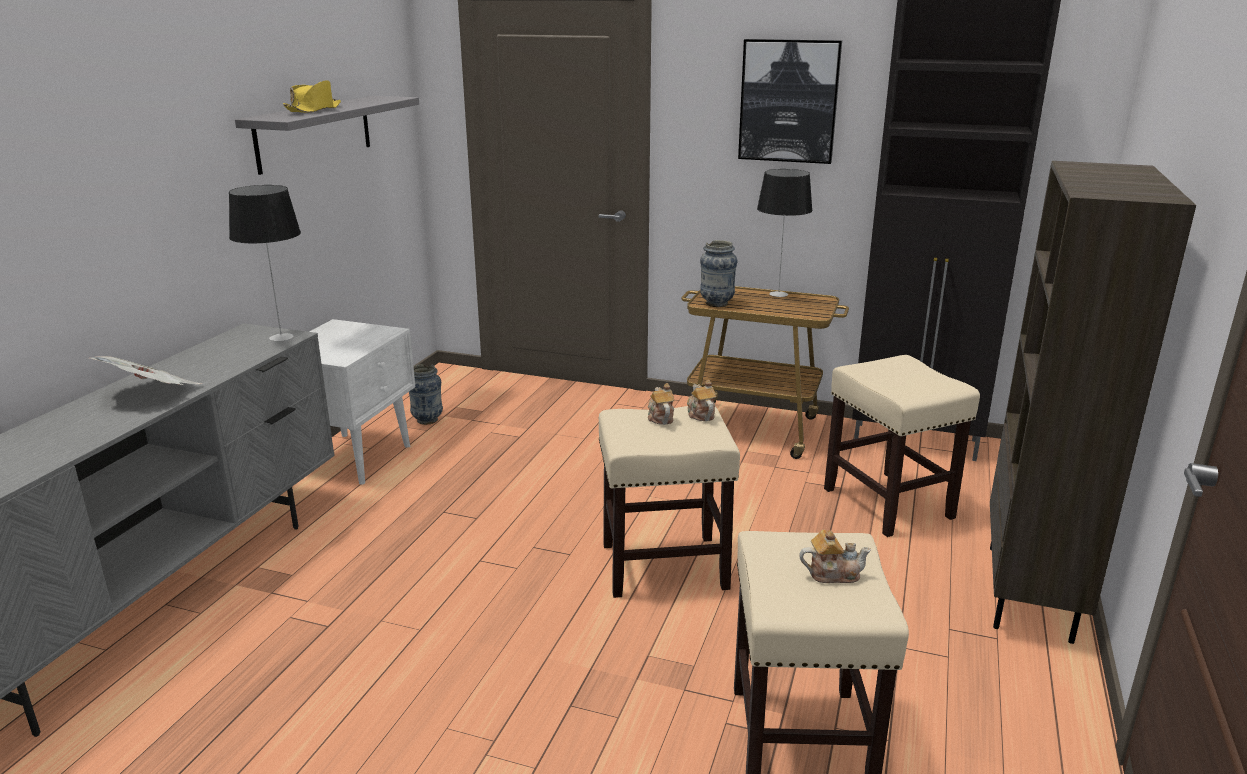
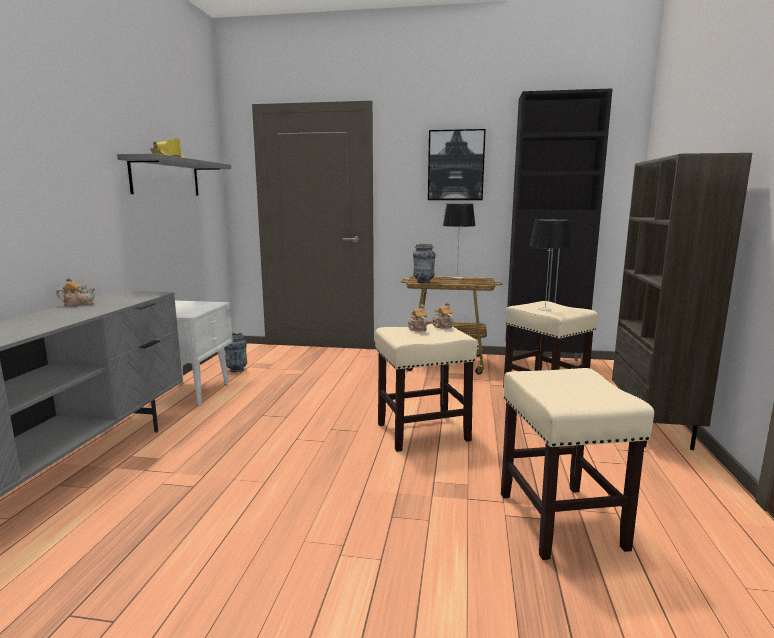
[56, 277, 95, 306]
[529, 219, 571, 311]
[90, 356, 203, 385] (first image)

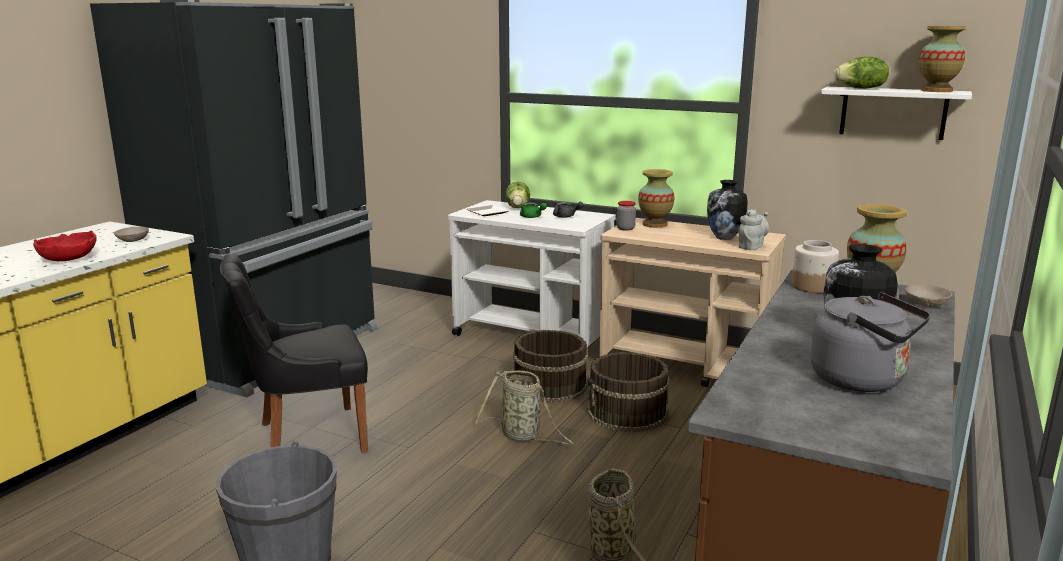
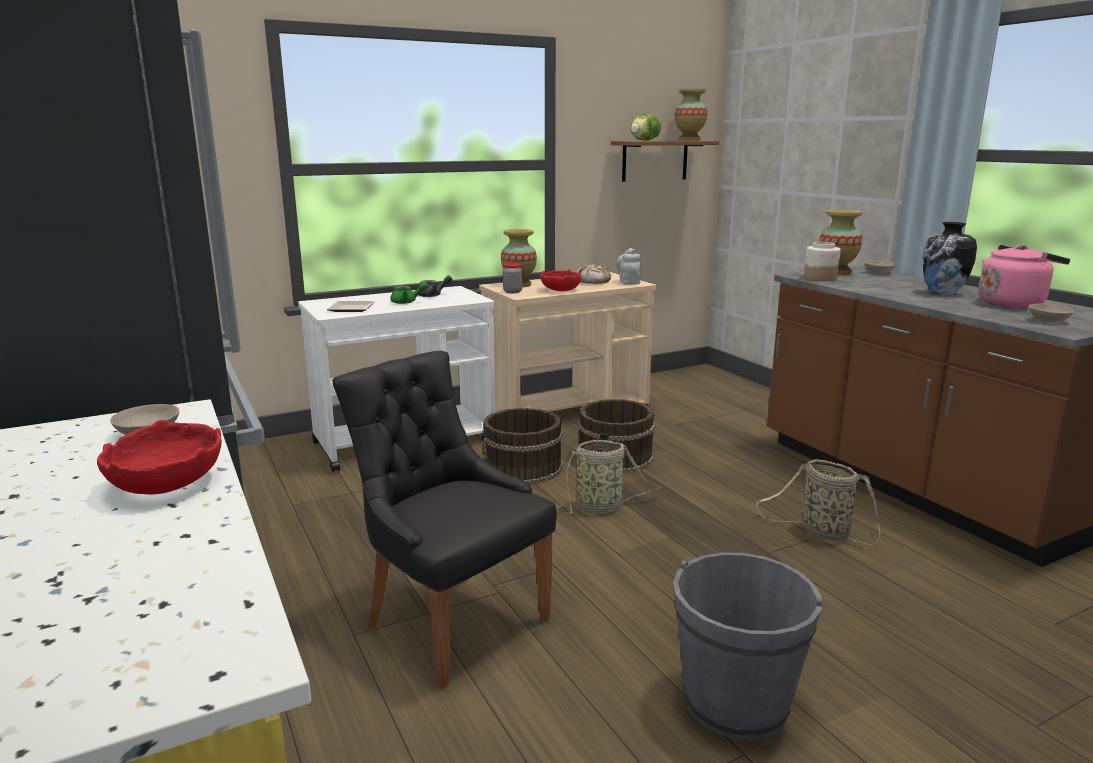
[332, 350, 557, 689]
[540, 269, 582, 291]
[576, 264, 611, 284]
[611, 141, 719, 181]
[978, 245, 1070, 308]
[1029, 303, 1074, 322]
[506, 182, 530, 208] (first image)

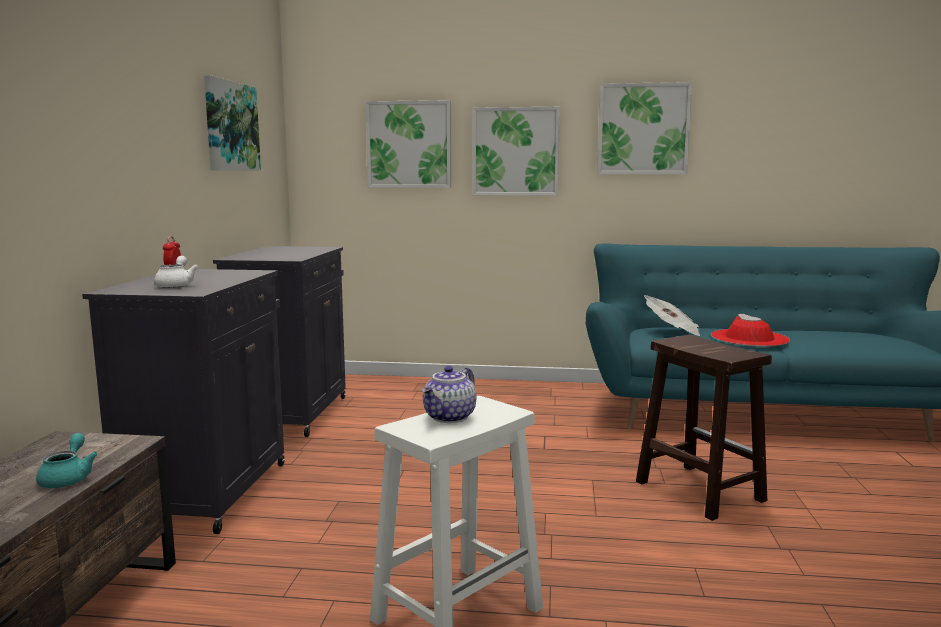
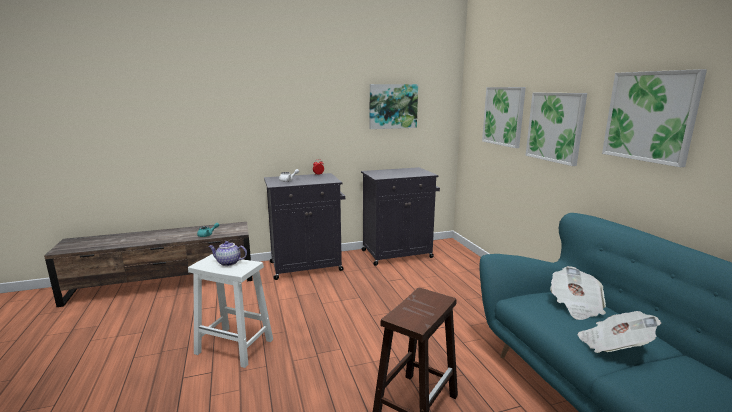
[578, 311, 661, 353]

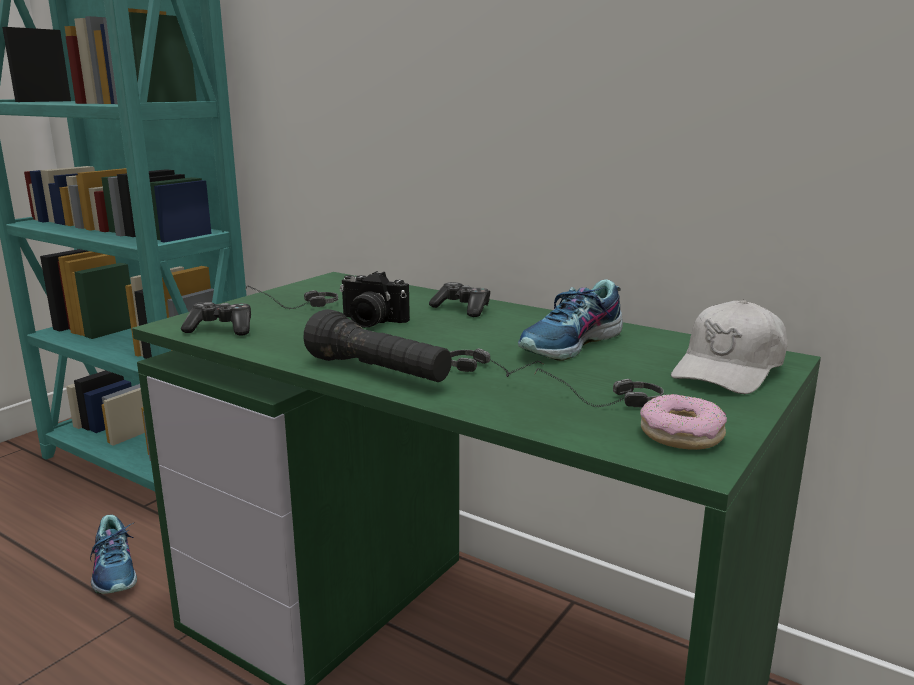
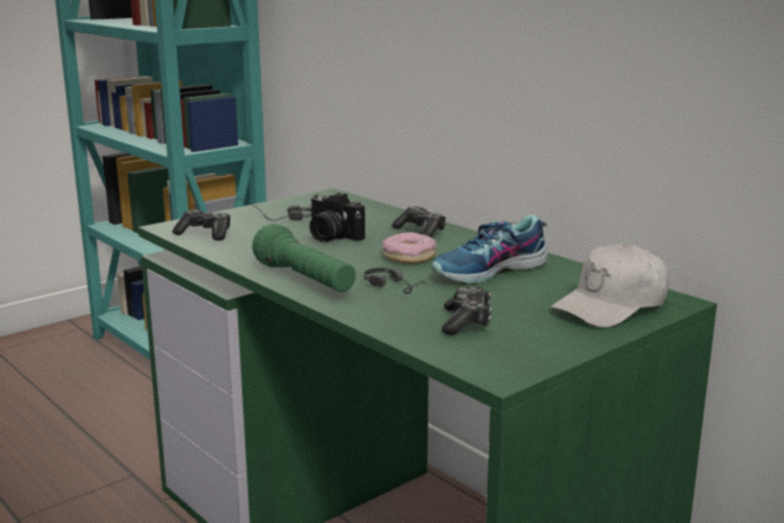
[252, 224, 356, 292]
[383, 232, 437, 264]
[442, 286, 492, 335]
[90, 515, 137, 594] (first image)

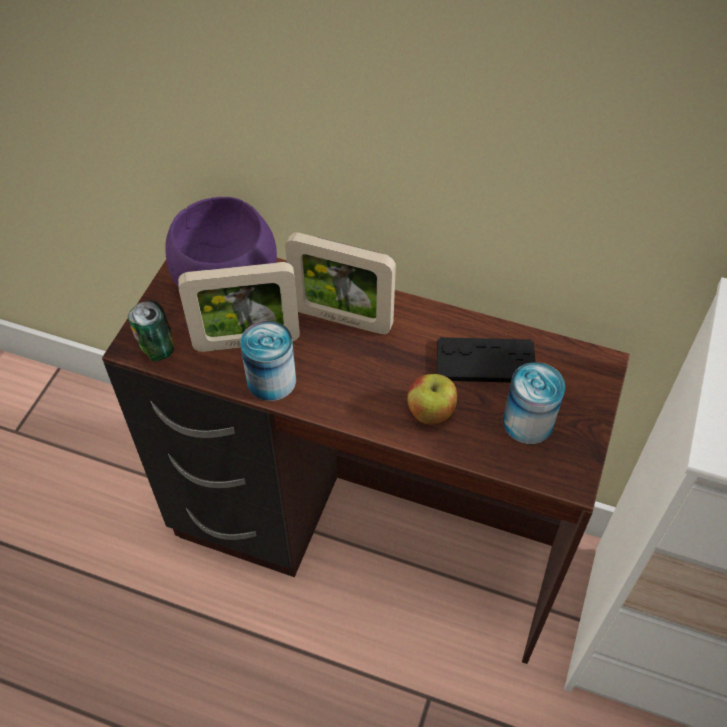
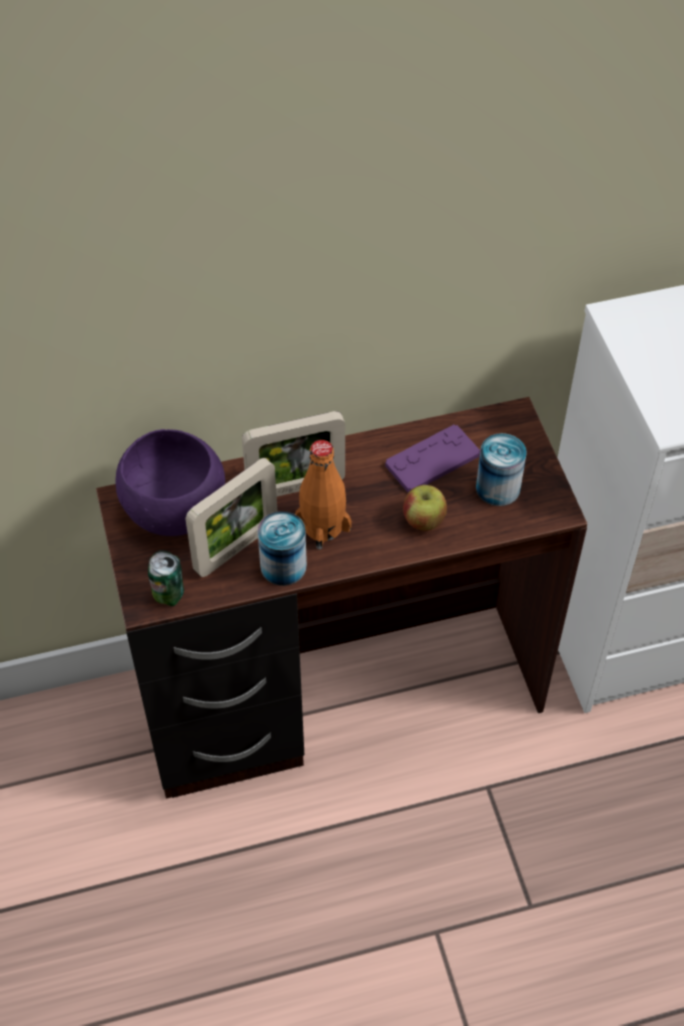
[295, 440, 352, 550]
[385, 425, 480, 492]

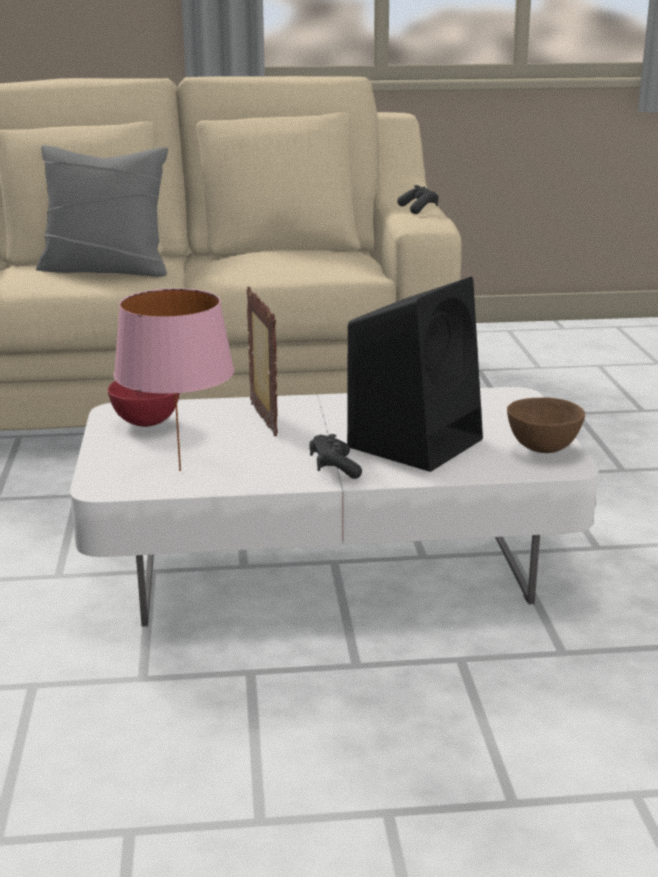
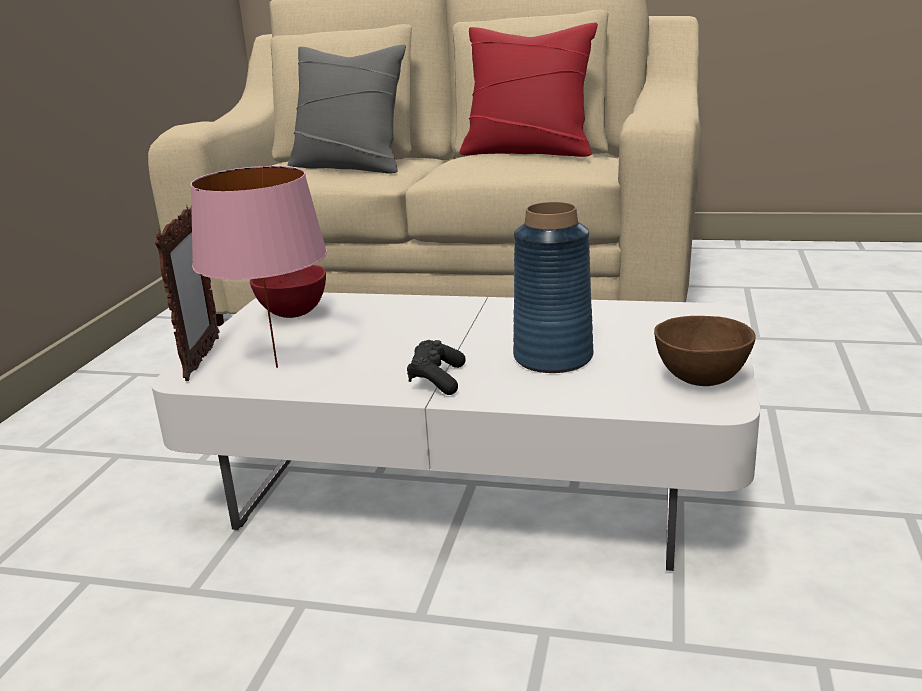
[155, 204, 220, 381]
[460, 23, 598, 157]
[513, 202, 593, 373]
[397, 185, 439, 214] (first image)

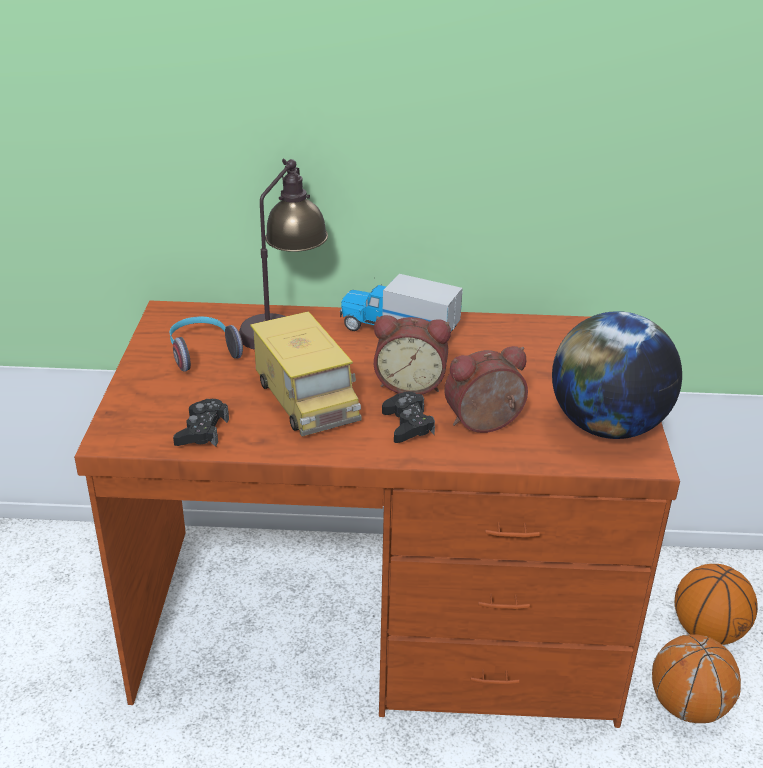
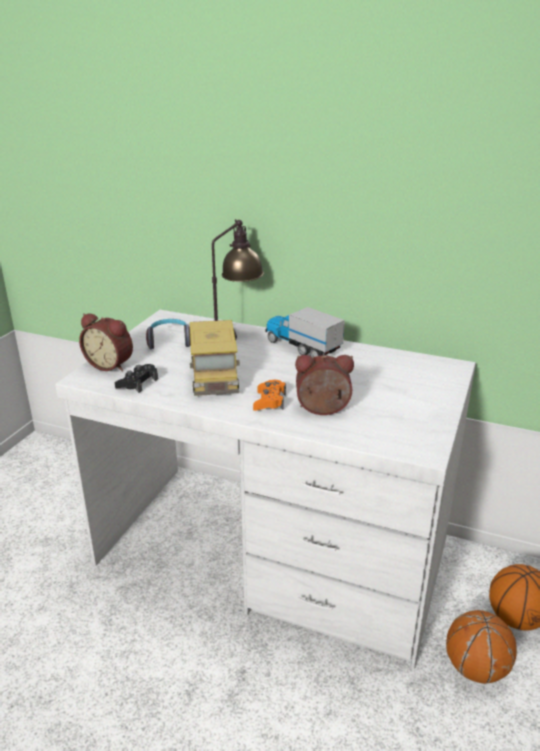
[56, 310, 476, 669]
[79, 313, 133, 372]
[253, 380, 286, 411]
[552, 311, 682, 439] (first image)

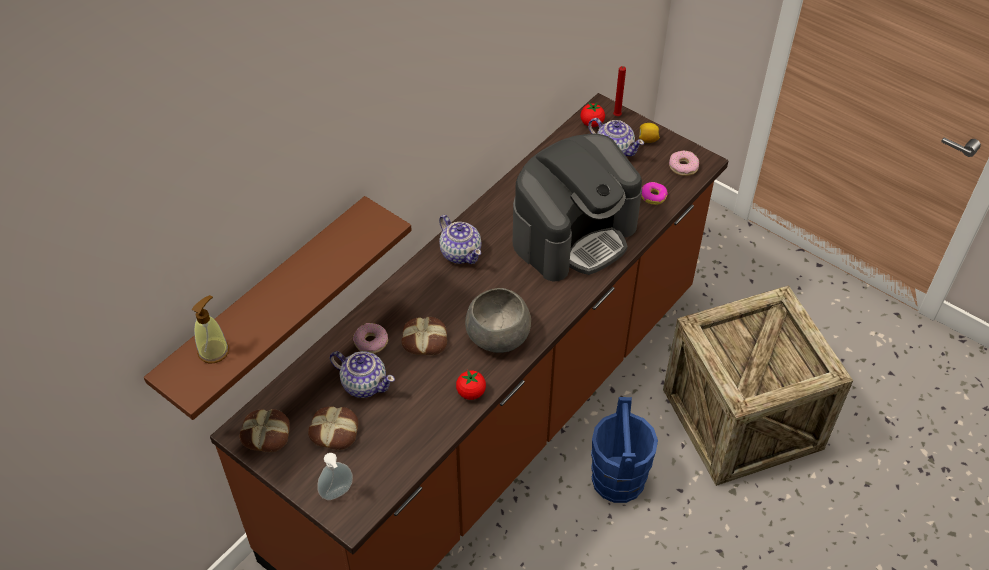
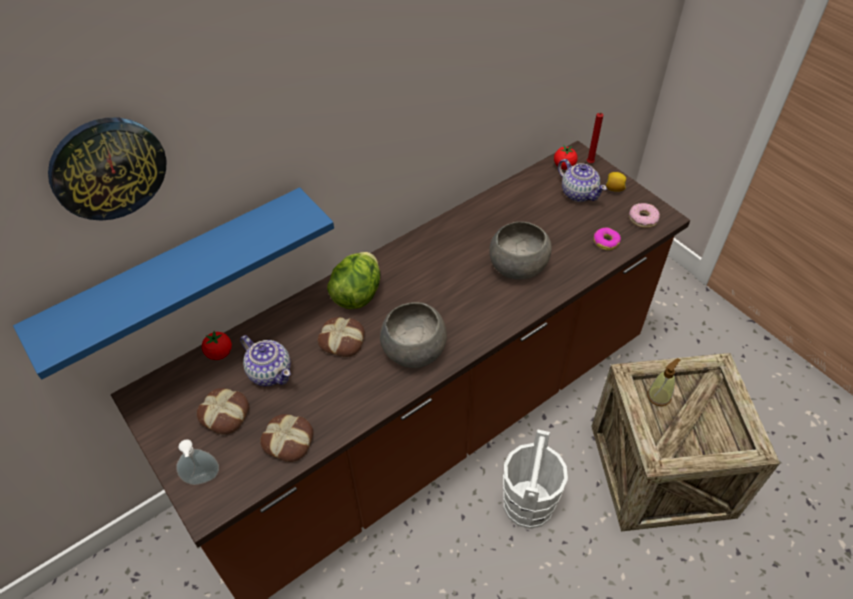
[13, 187, 334, 379]
[48, 118, 166, 221]
[202, 331, 232, 360]
[260, 414, 314, 462]
[327, 252, 380, 309]
[489, 222, 552, 279]
[503, 429, 568, 529]
[647, 358, 680, 406]
[353, 323, 388, 354] (first image)
[439, 215, 482, 264] (first image)

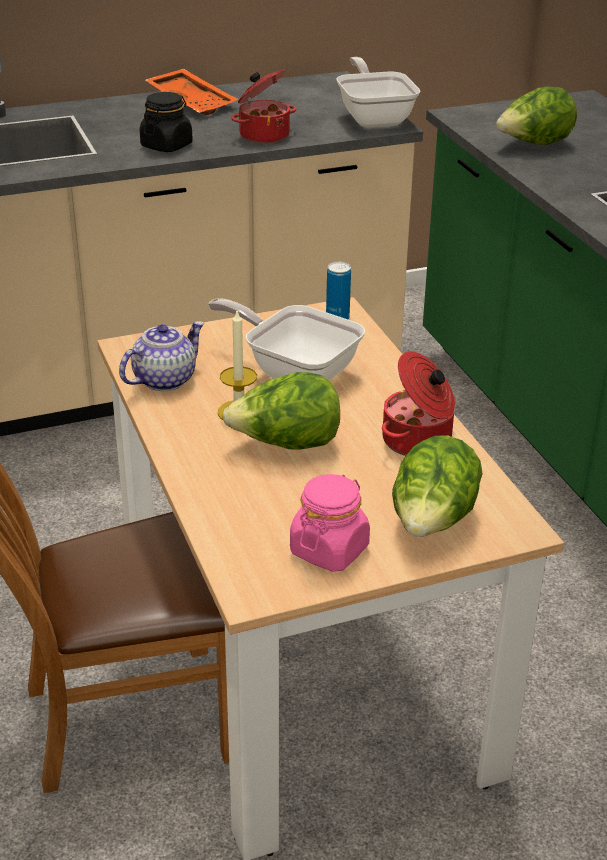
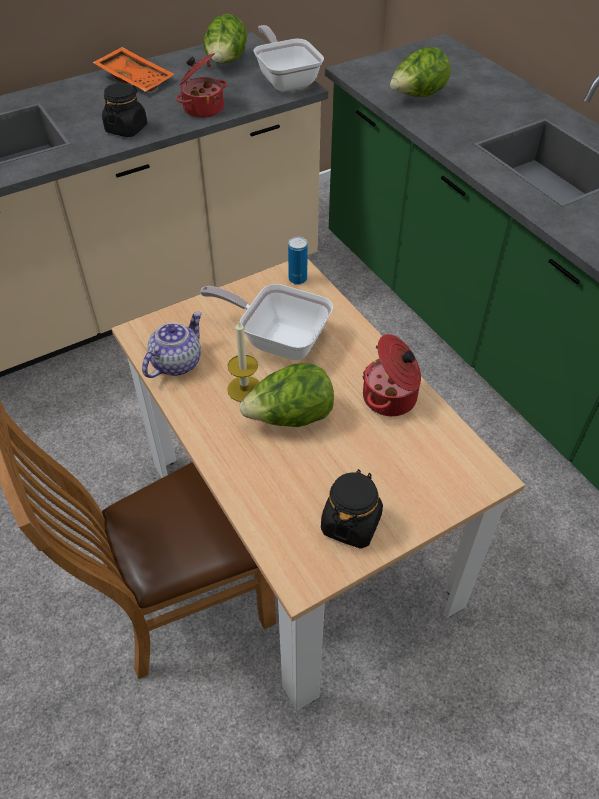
[203, 14, 247, 64]
[321, 469, 383, 549]

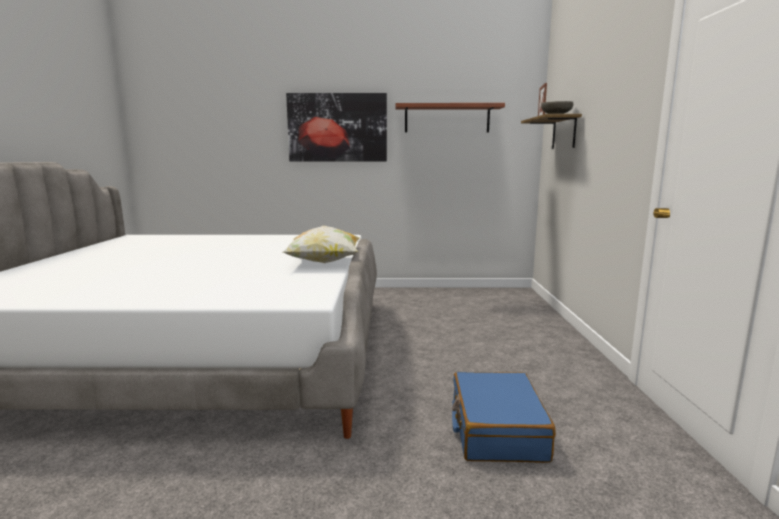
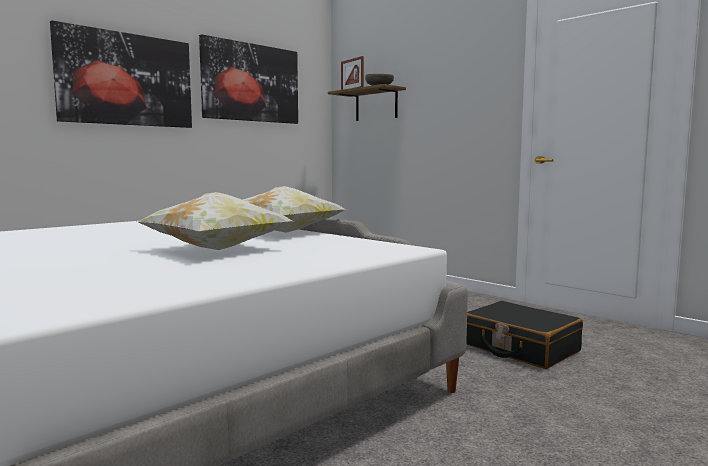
[137, 192, 293, 250]
[199, 34, 298, 124]
[466, 301, 583, 369]

